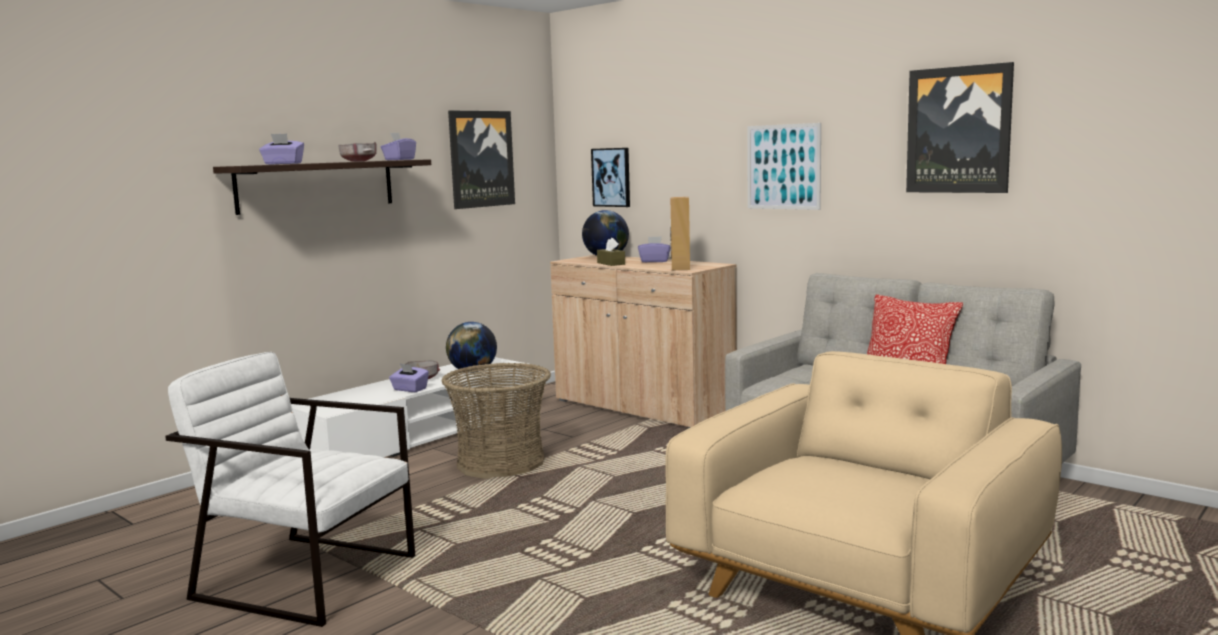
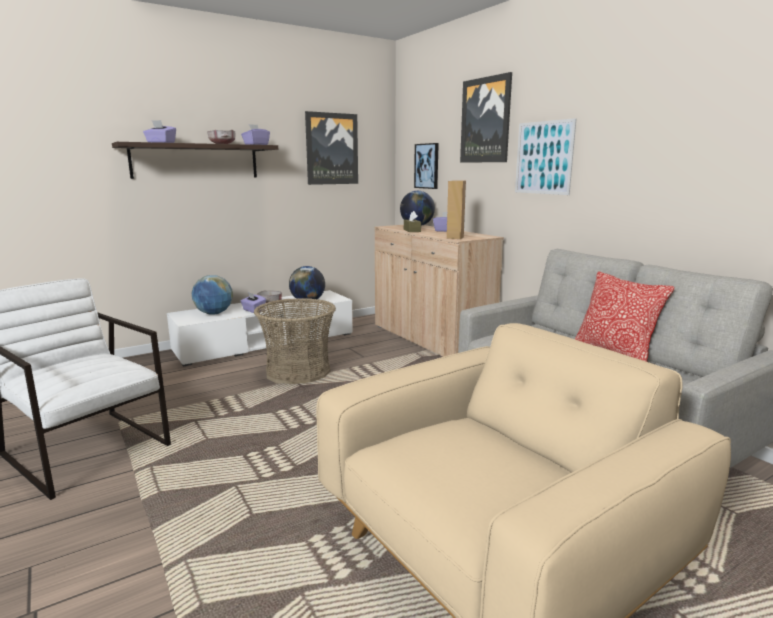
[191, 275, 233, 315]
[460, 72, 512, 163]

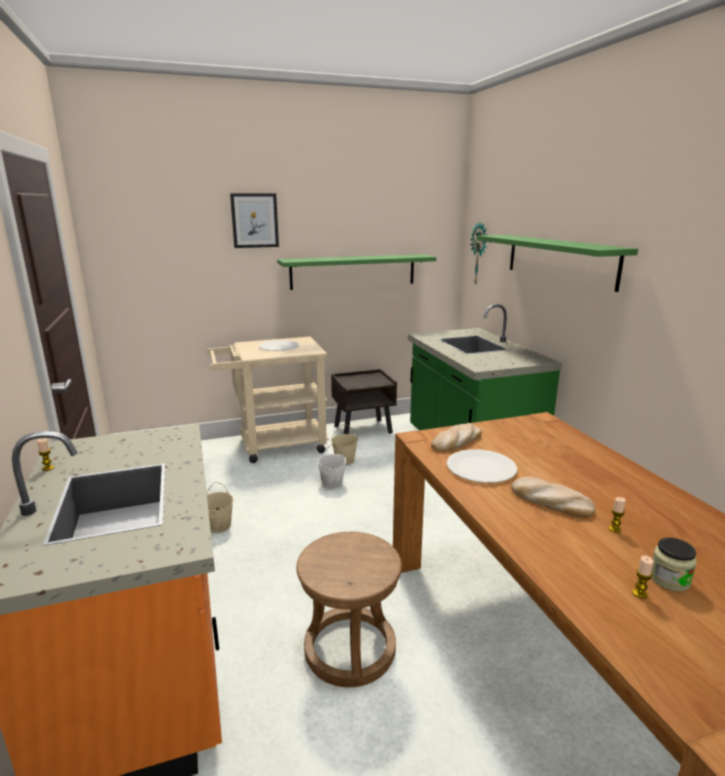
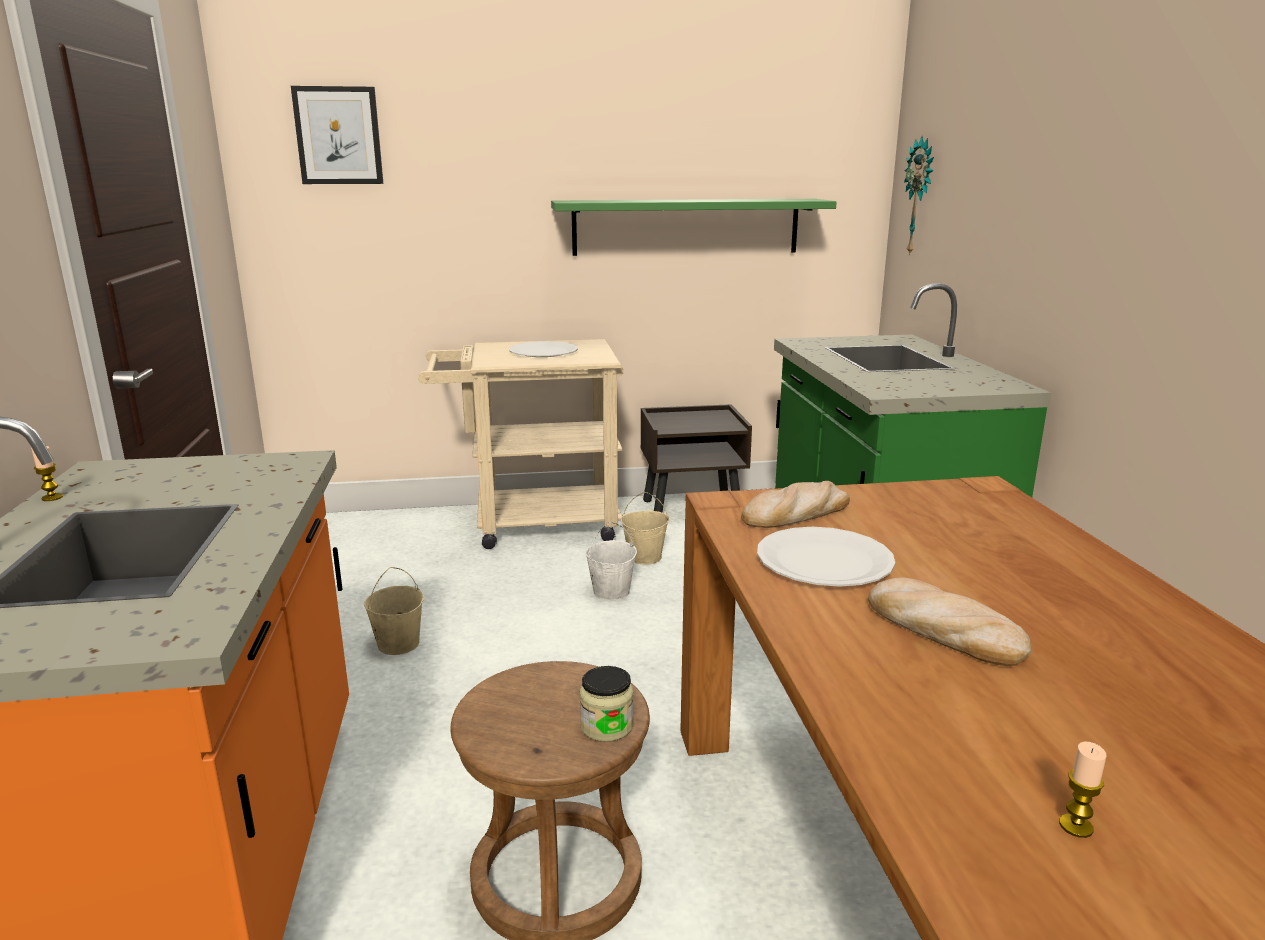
[291, 86, 383, 184]
[580, 666, 633, 742]
[477, 235, 638, 292] (first image)
[609, 497, 626, 533] (first image)

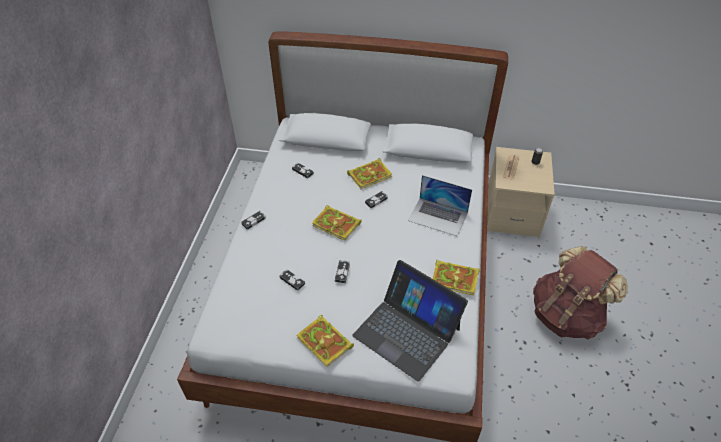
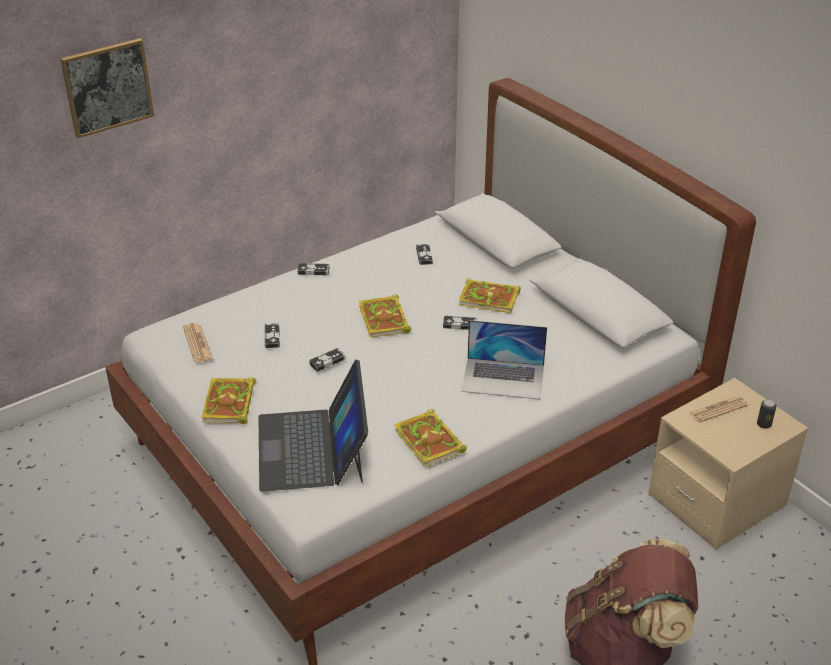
[60, 38, 154, 138]
[183, 323, 212, 363]
[462, 320, 547, 399]

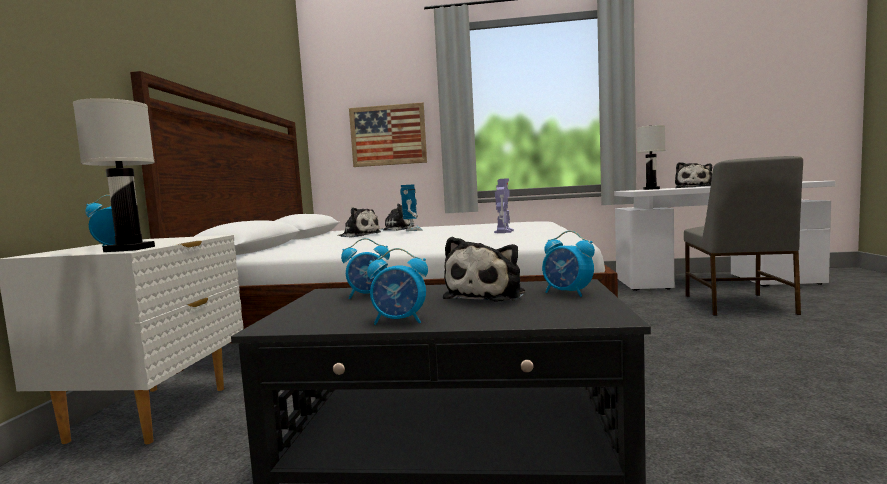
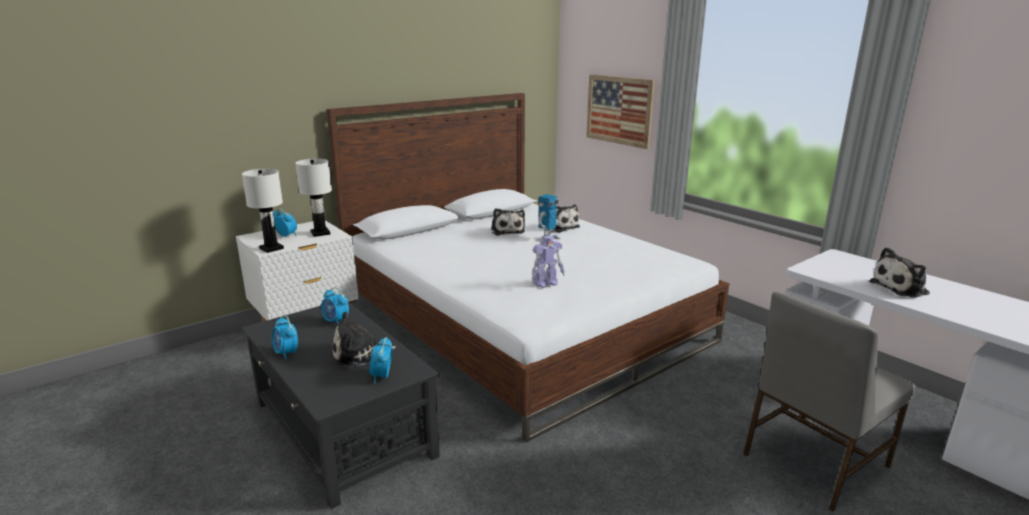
[295, 159, 332, 237]

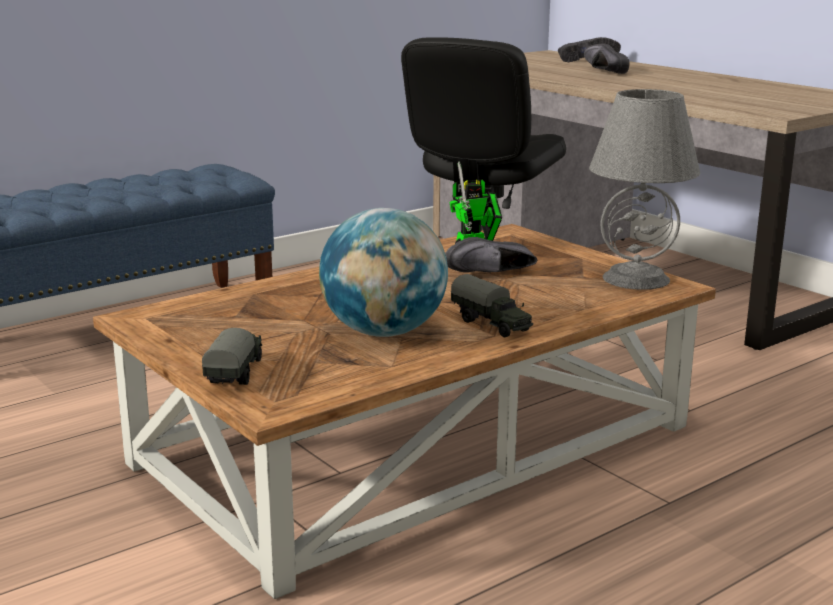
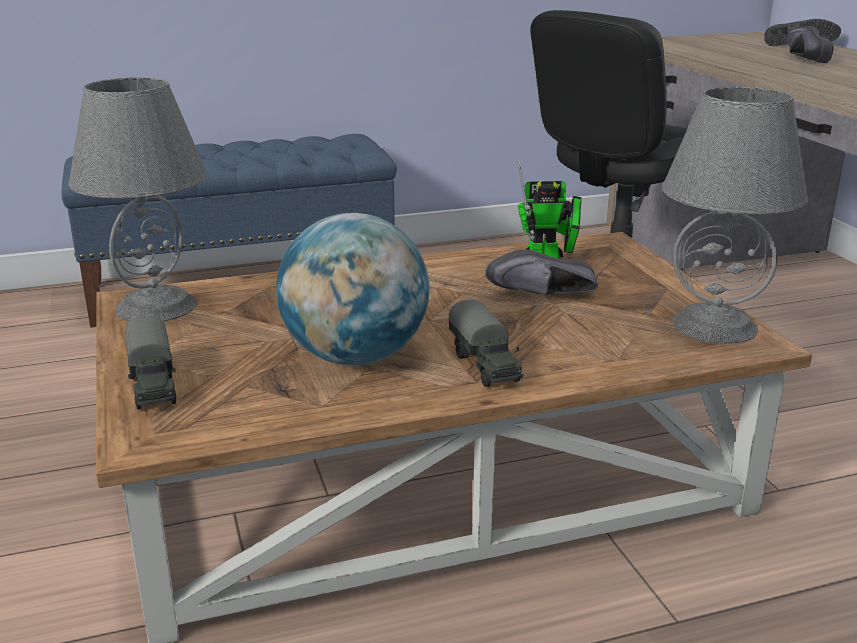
[69, 77, 207, 322]
[125, 317, 177, 410]

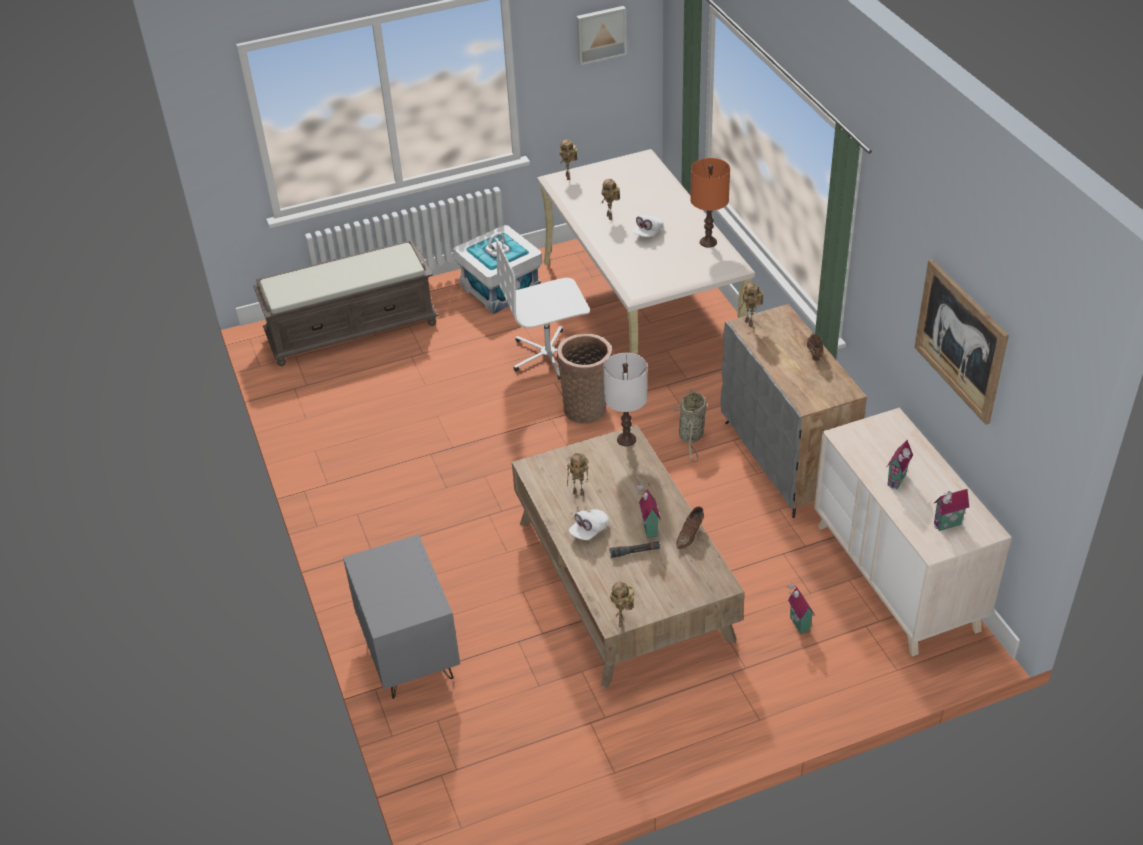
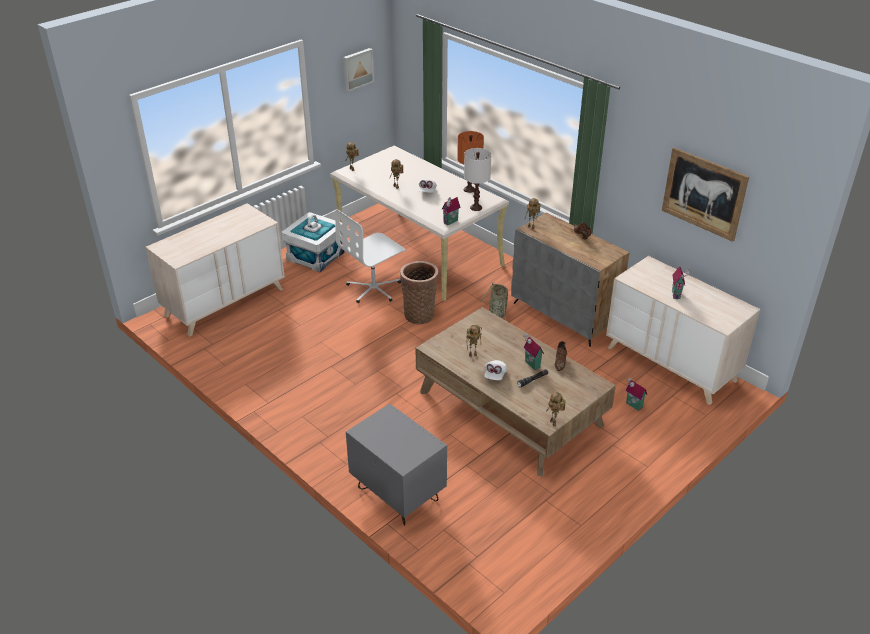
[146, 203, 285, 336]
[441, 197, 461, 225]
[464, 148, 491, 211]

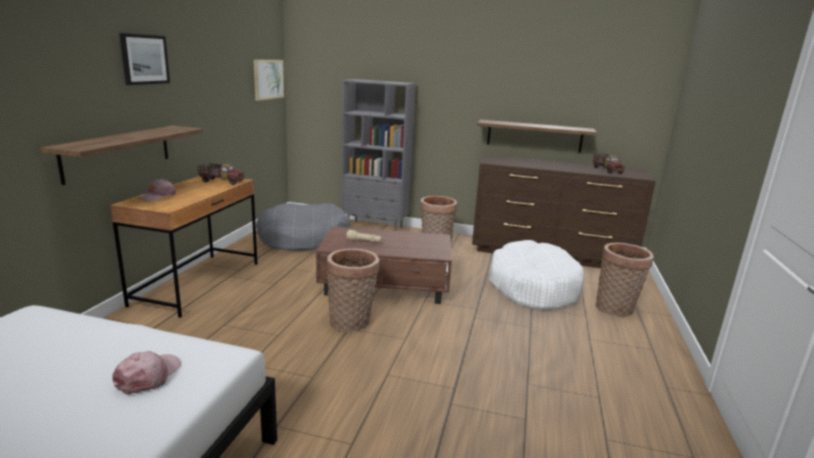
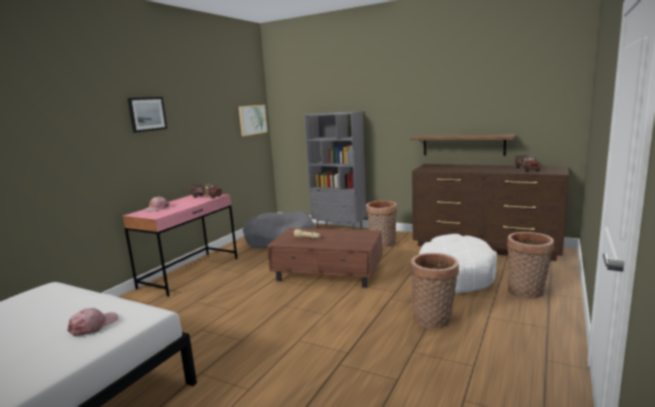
[122, 194, 238, 297]
[410, 253, 459, 329]
[41, 125, 204, 185] (first image)

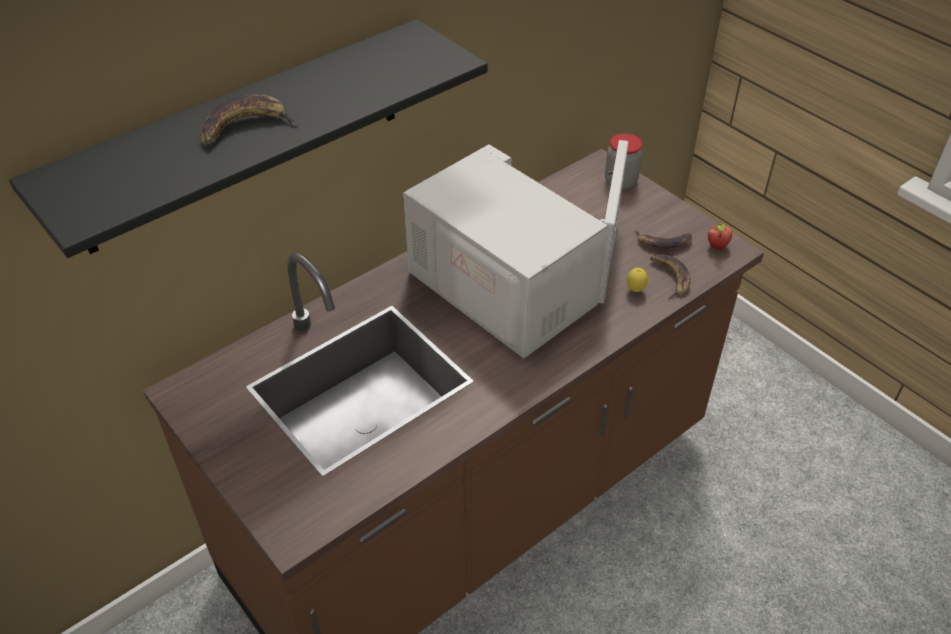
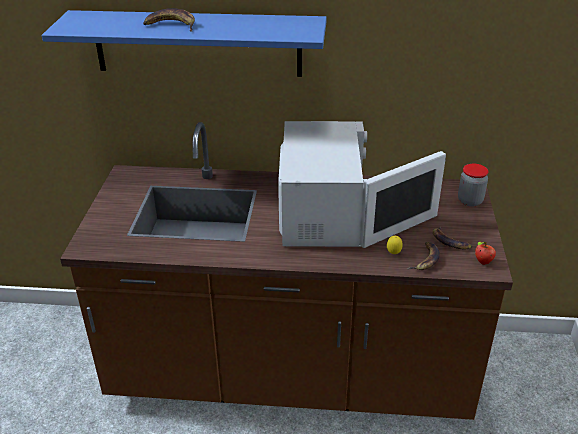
[42, 10, 327, 77]

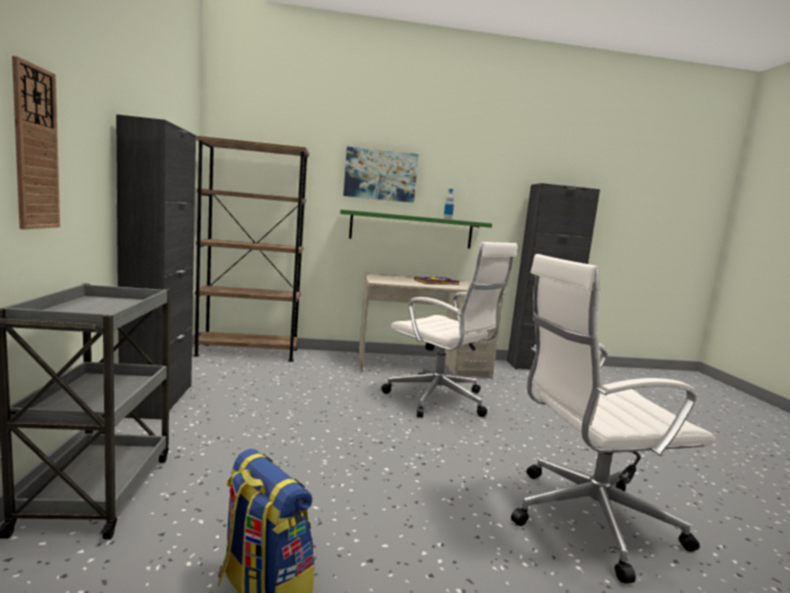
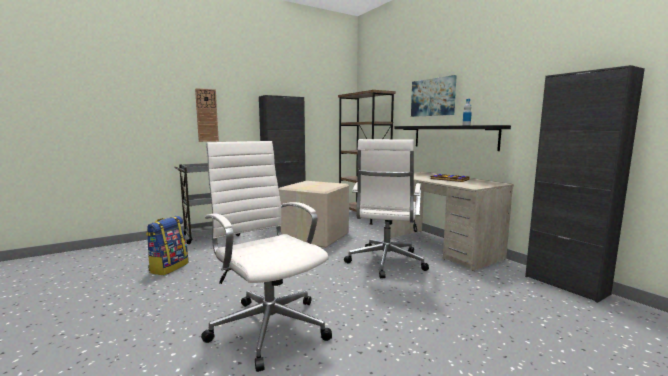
[279, 181, 349, 248]
[394, 125, 511, 151]

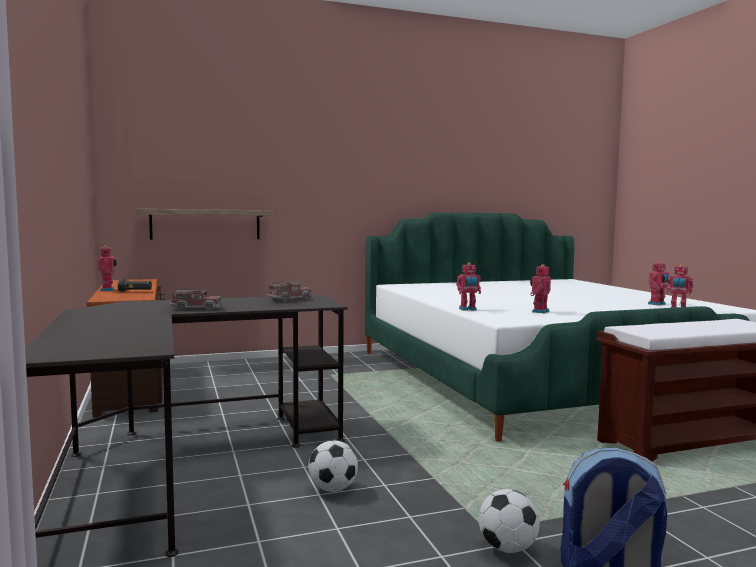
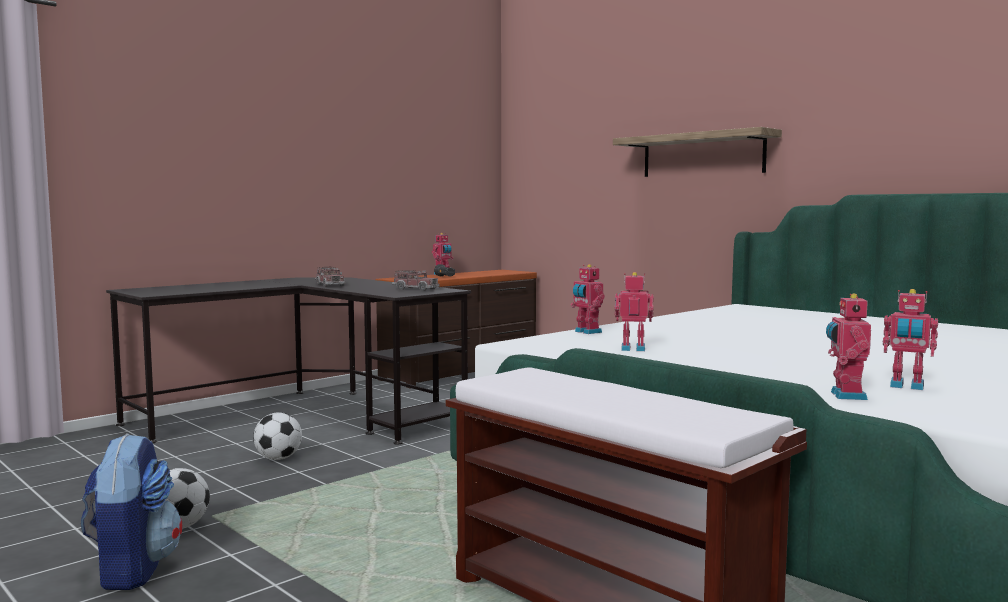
[613, 127, 782, 177]

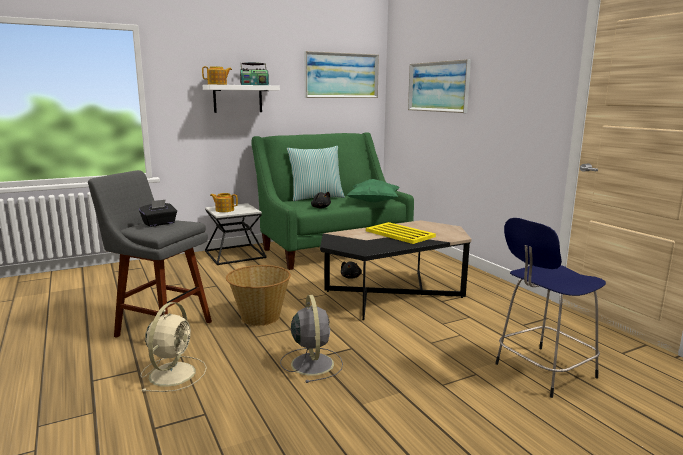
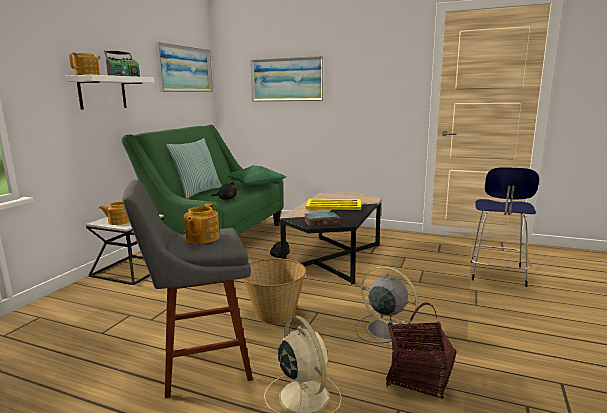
[184, 203, 220, 244]
[304, 212, 341, 227]
[386, 302, 457, 399]

